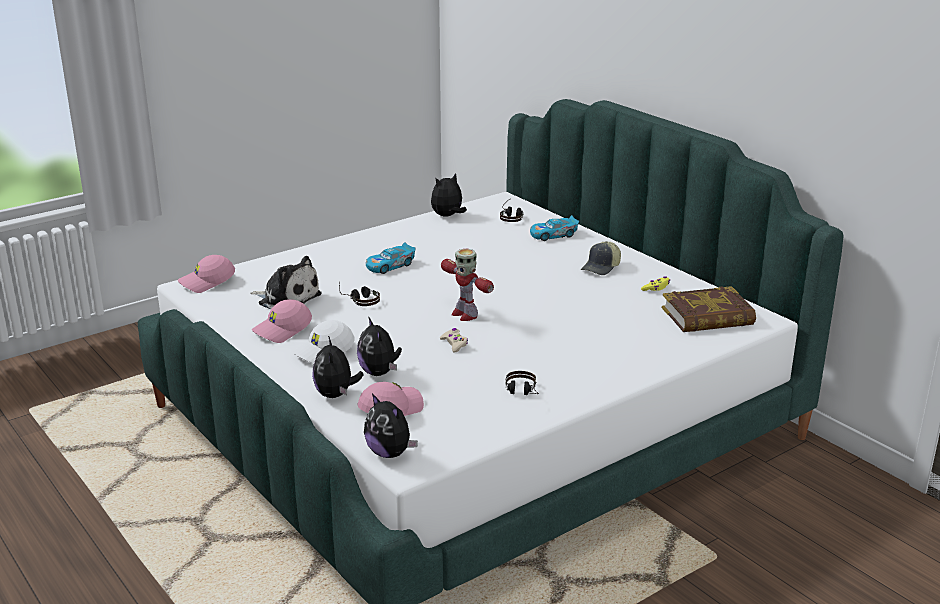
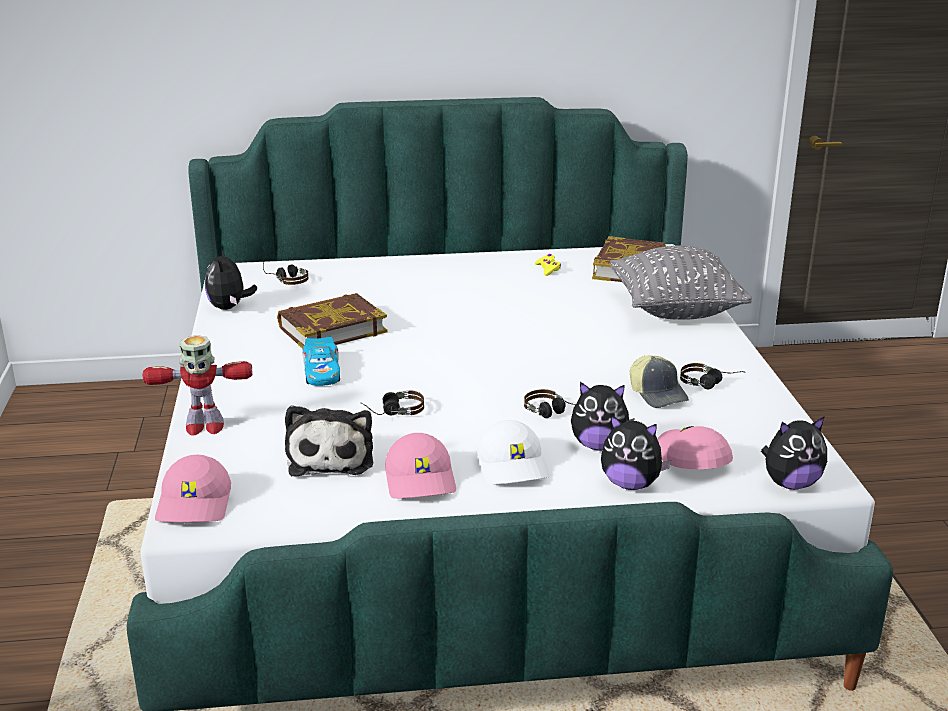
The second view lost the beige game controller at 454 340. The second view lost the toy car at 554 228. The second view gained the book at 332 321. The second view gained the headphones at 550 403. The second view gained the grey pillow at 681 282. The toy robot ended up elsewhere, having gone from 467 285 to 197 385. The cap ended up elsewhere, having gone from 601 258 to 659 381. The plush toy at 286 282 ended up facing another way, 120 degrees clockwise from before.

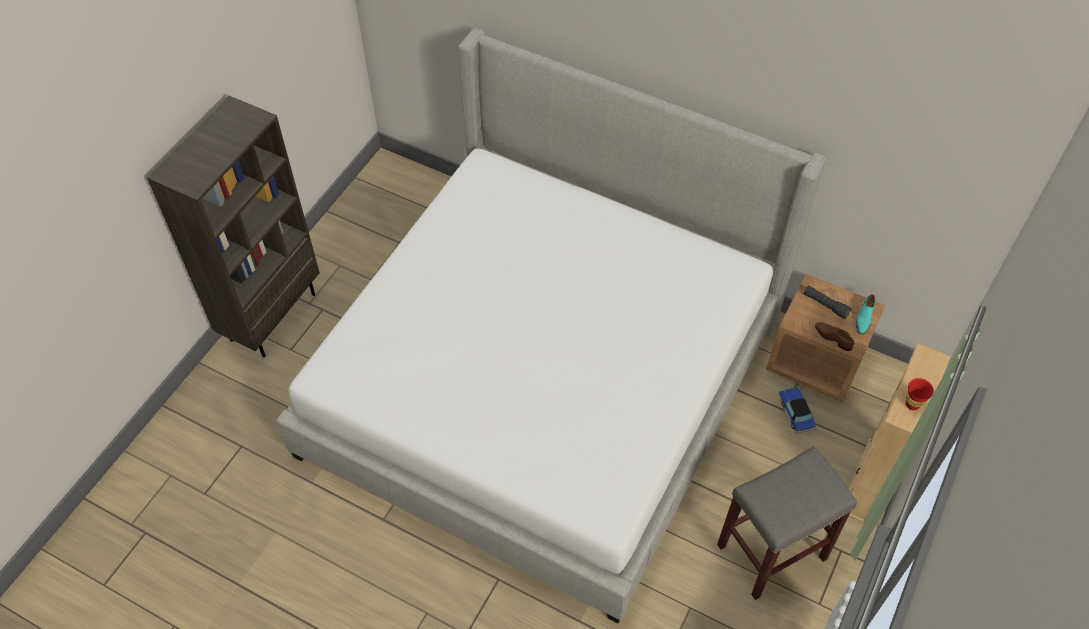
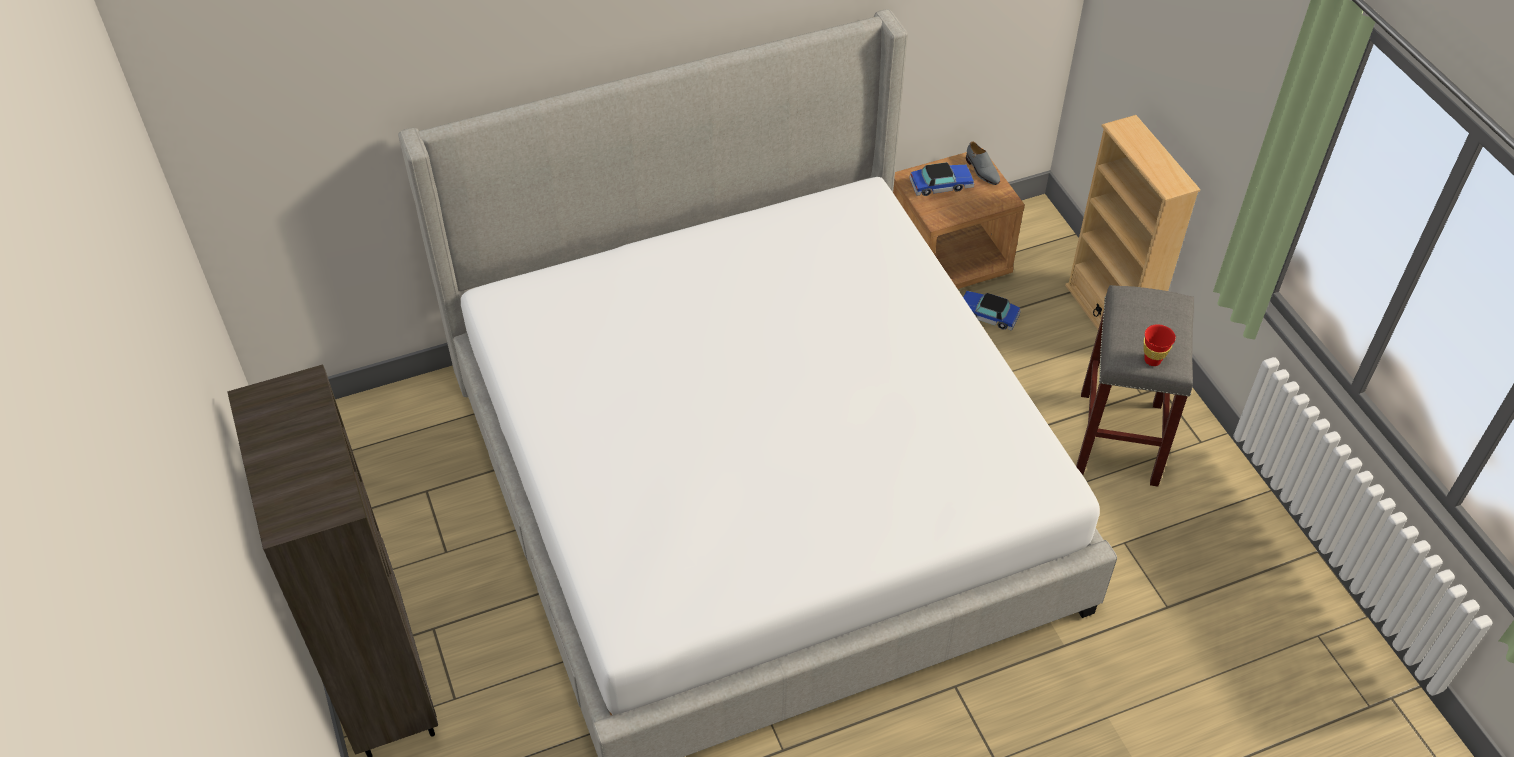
The second view lost the brown shoe at 834 336. The red cup ended up elsewhere, having gone from 920 394 to 1160 345. Where the black flashlight stood at 828 302, the toy car came to stand at 941 179. What was the turquoise shoe at 865 314 turned into the grey shoe at 983 163.

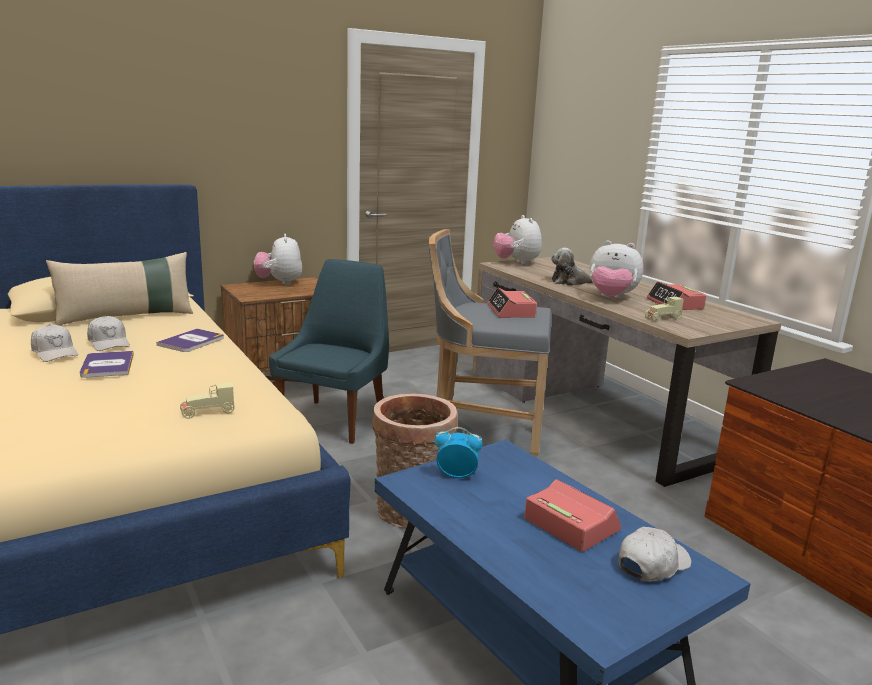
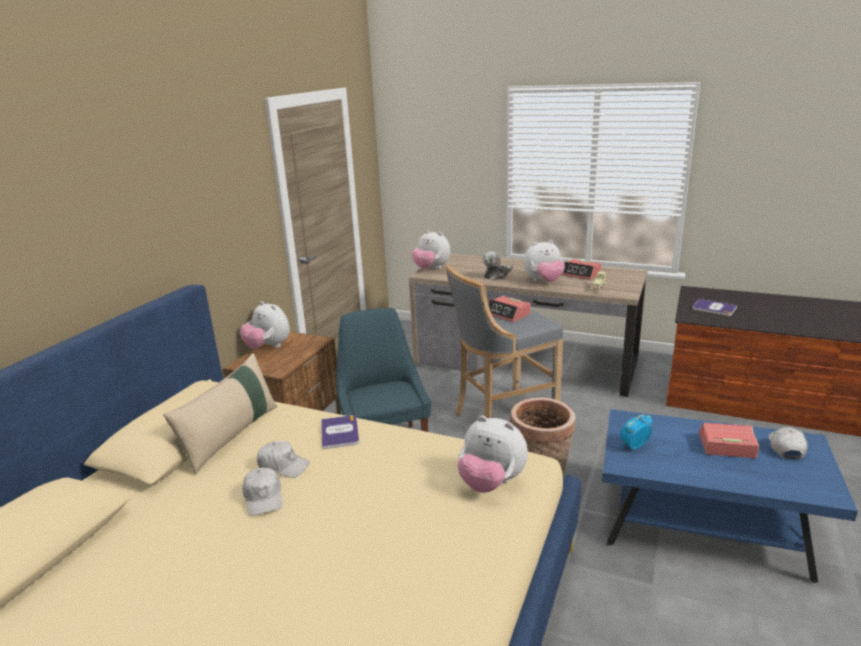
The book ended up elsewhere, having gone from 107 364 to 714 307. Where the beige toy car stood at 207 400, the plush toy came to stand at 492 454. The white cap at 54 343 ended up facing another way, 60 degrees clockwise from before.

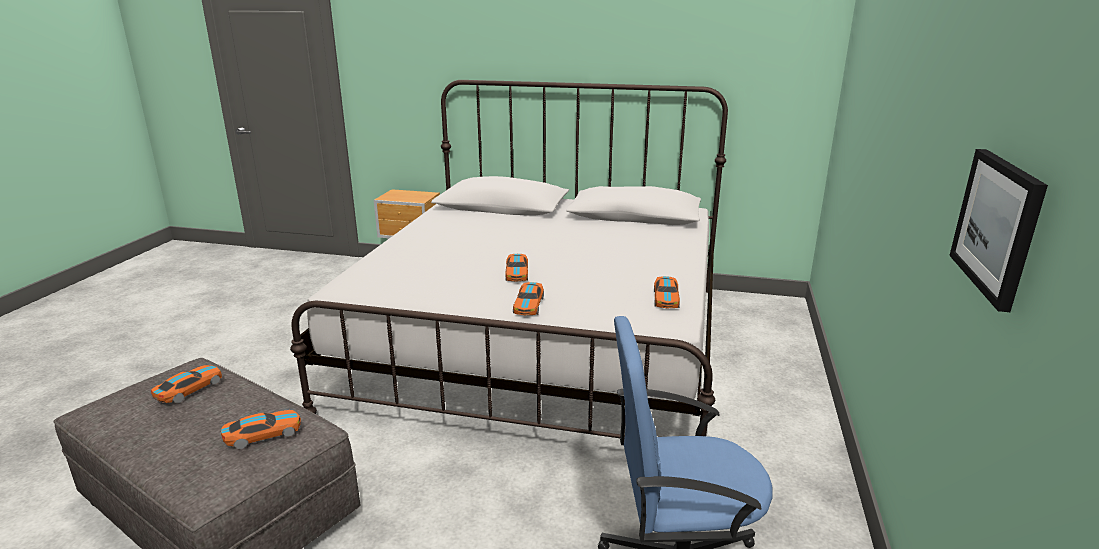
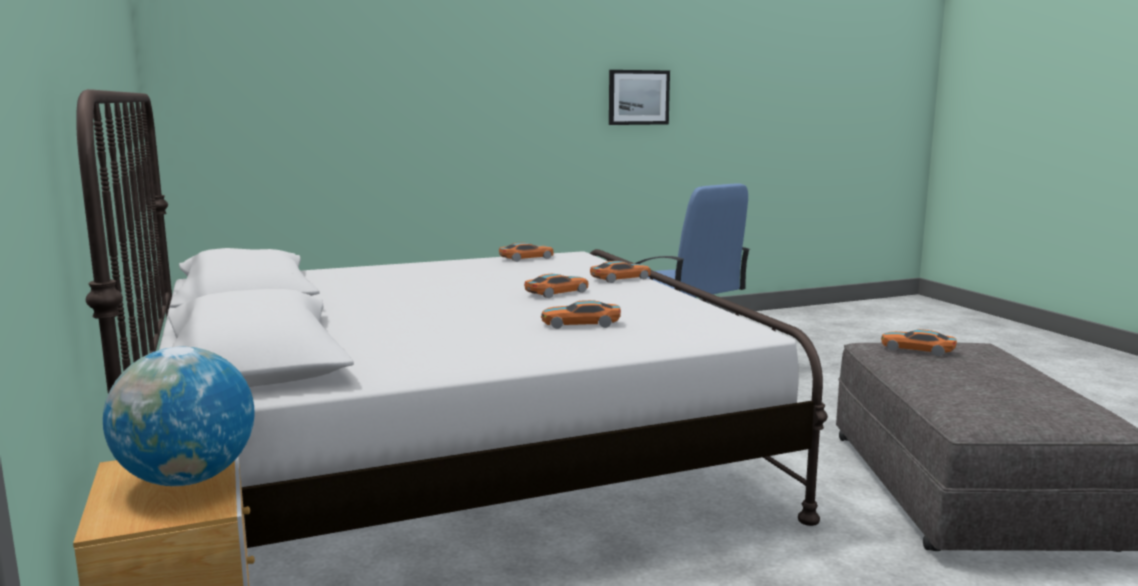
The second view gained the globe at 178 416. The toy car ended up elsewhere, having gone from 186 384 to 581 314.

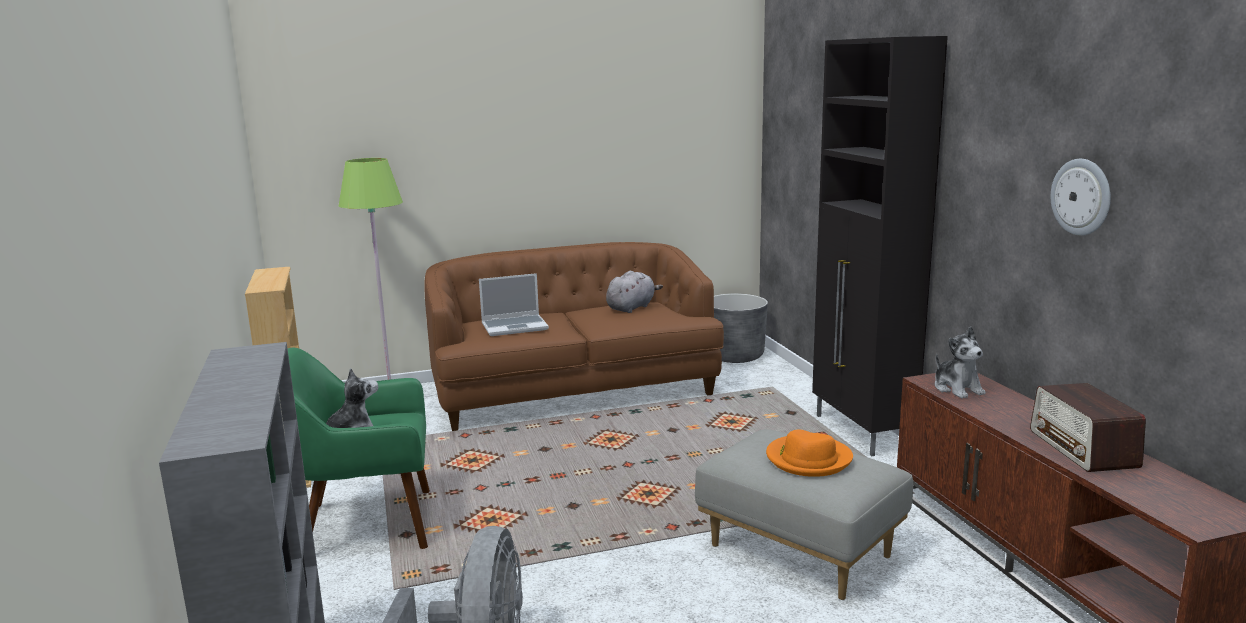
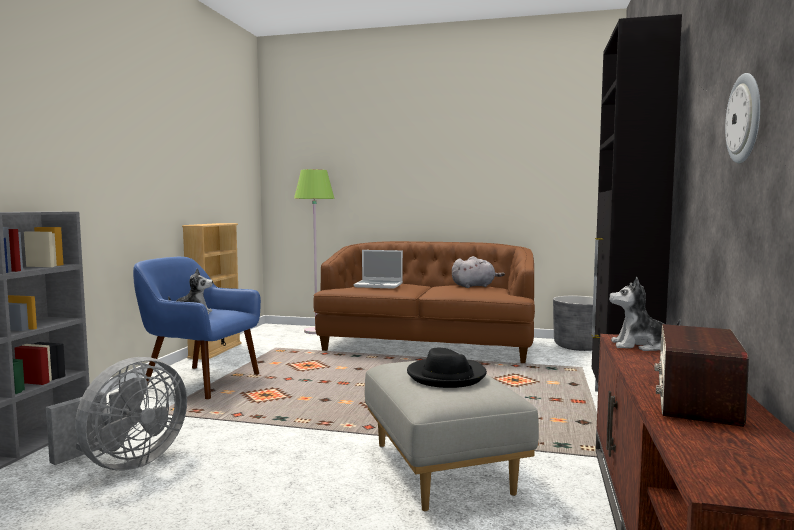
What was the green armchair at 359 448 turned into the blue armchair at 197 328. What was the orange hat at 809 453 turned into the black hat at 447 368. The plush toy at 960 363 ended up facing another way, 90 degrees clockwise from before.

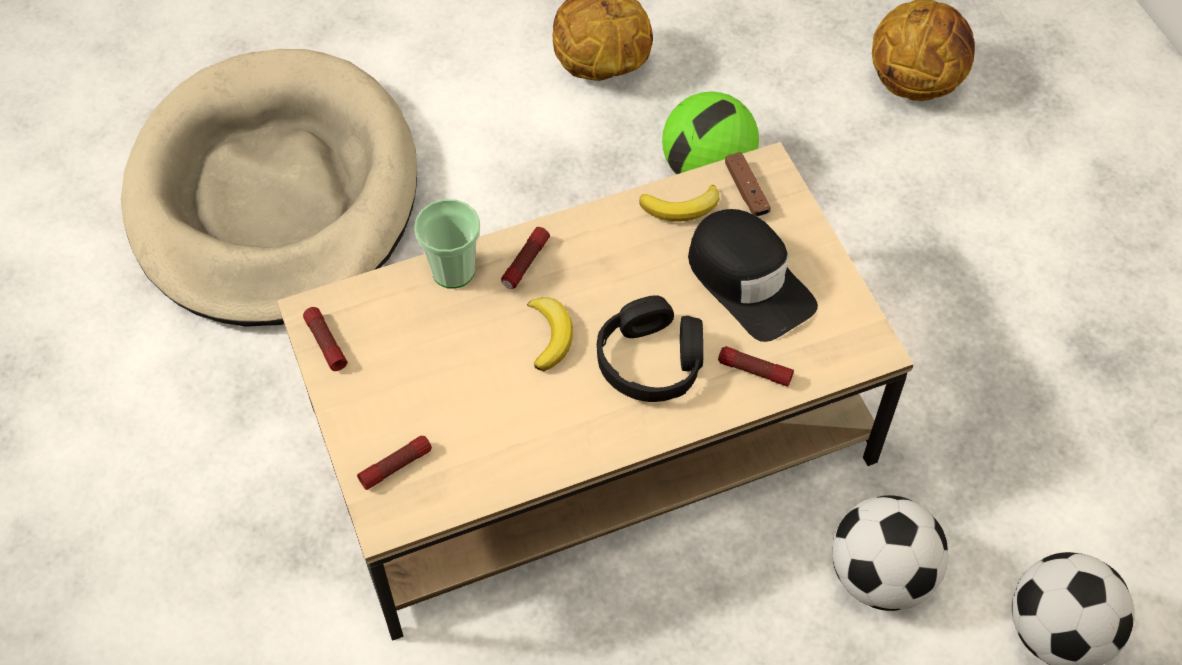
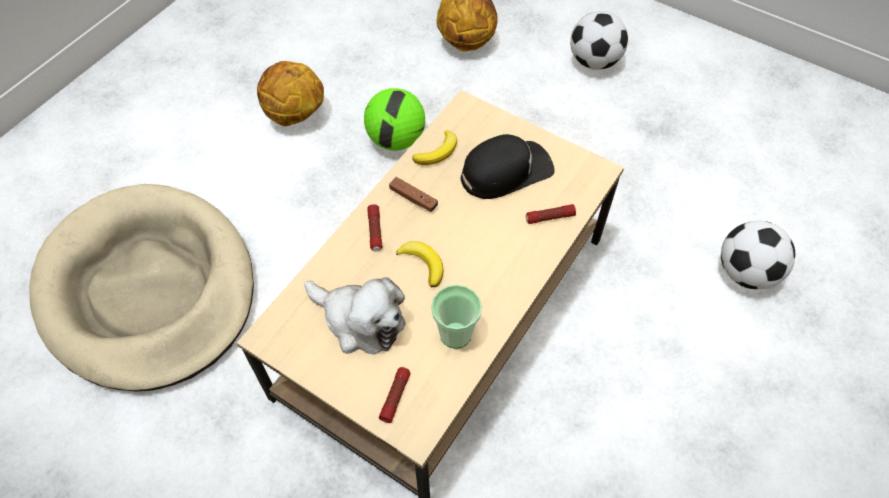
The second view lost the flashlight at 325 339. The second view lost the black headphones at 650 348. The second view gained the plush toy at 355 315. The cup ended up elsewhere, having gone from 447 244 to 456 317. The brown game controller ended up elsewhere, having gone from 748 184 to 413 194. The football ended up elsewhere, having gone from 890 553 to 599 40. The black cap at 753 275 ended up facing another way, 45 degrees counterclockwise from before.

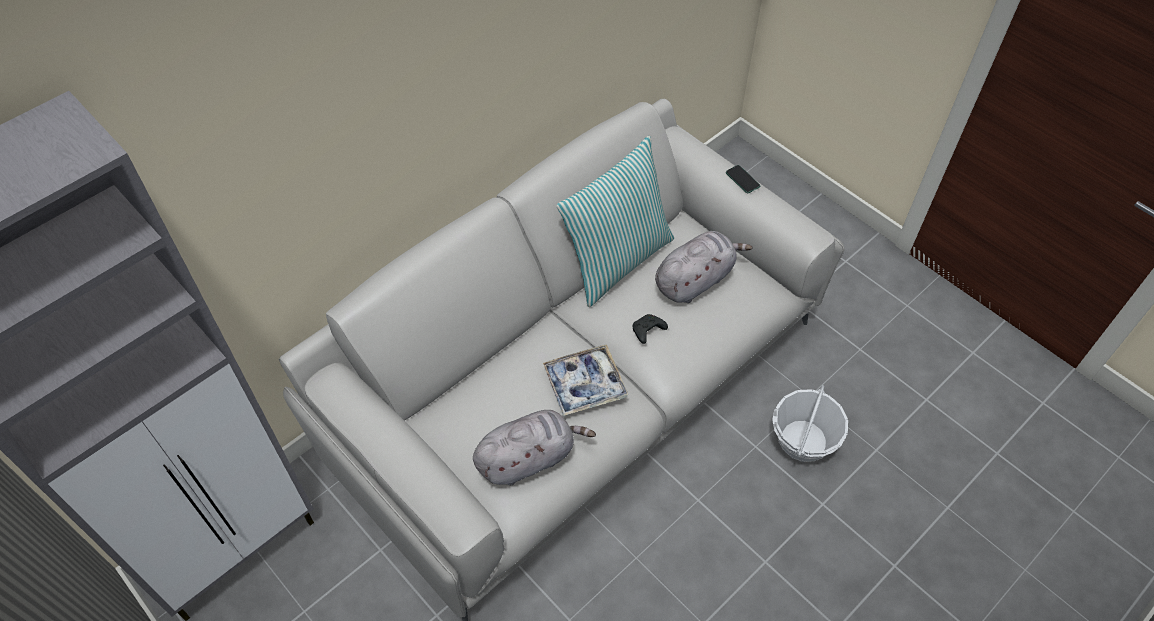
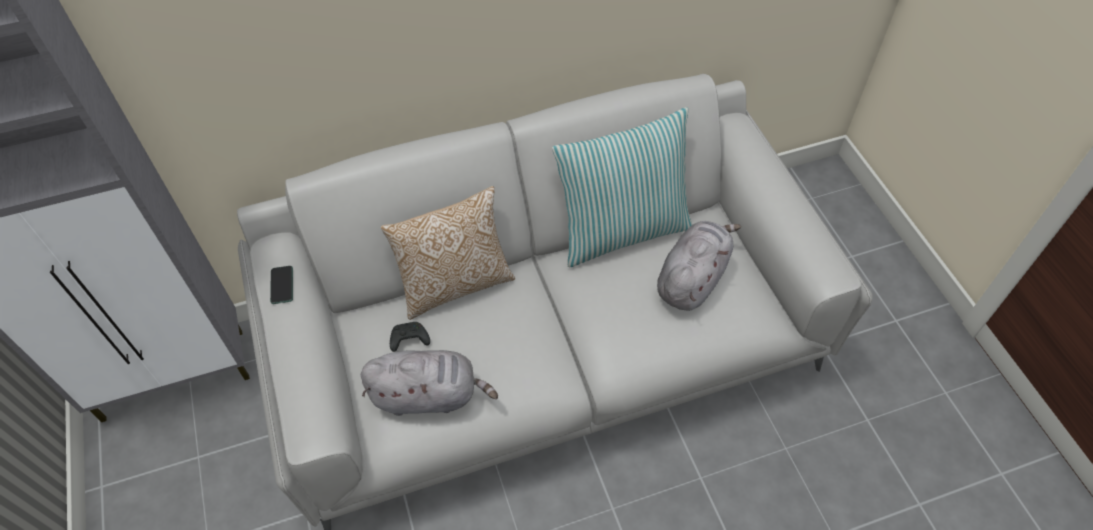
The second view lost the tray at 585 380. The second view lost the basket at 810 423. The second view gained the pillow at 448 253. The black game controller ended up elsewhere, having gone from 650 329 to 410 337. The phone ended up elsewhere, having gone from 743 179 to 281 285. The grey plush toy at 703 267 ended up facing another way, 45 degrees counterclockwise from before.

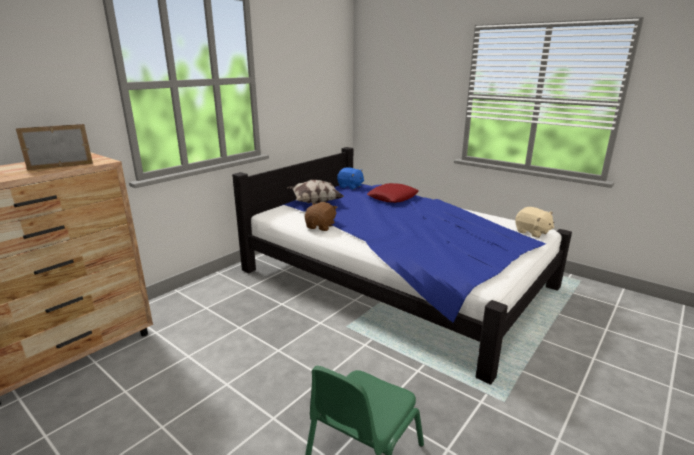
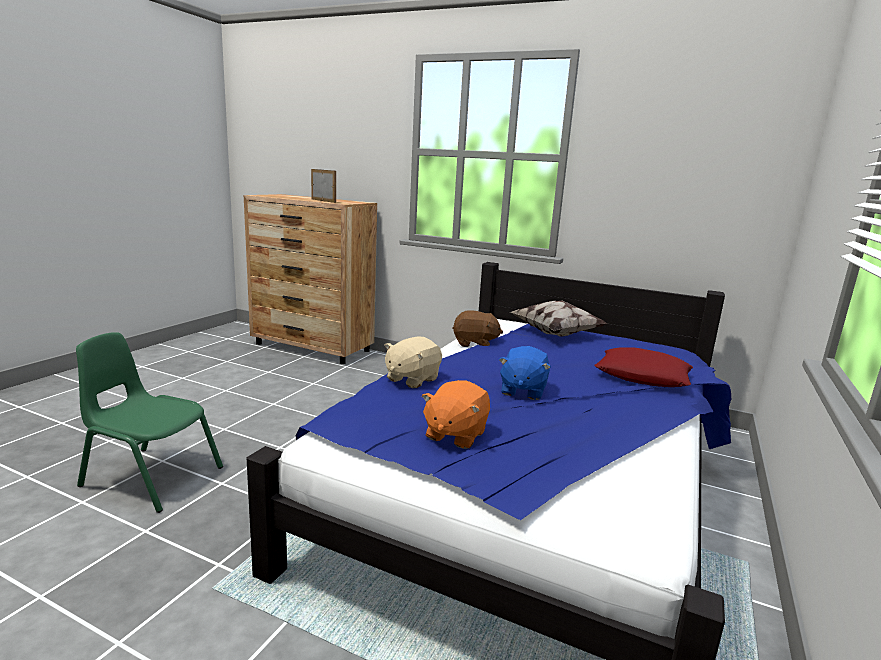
The second view gained the orange plush toy at 456 414. The blue plush toy ended up elsewhere, having gone from 350 179 to 525 373. The beige plush toy ended up elsewhere, having gone from 534 222 to 413 362.

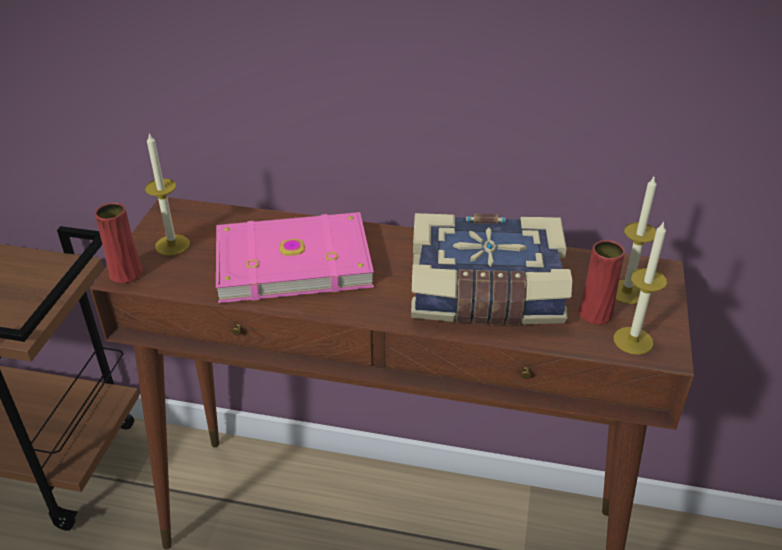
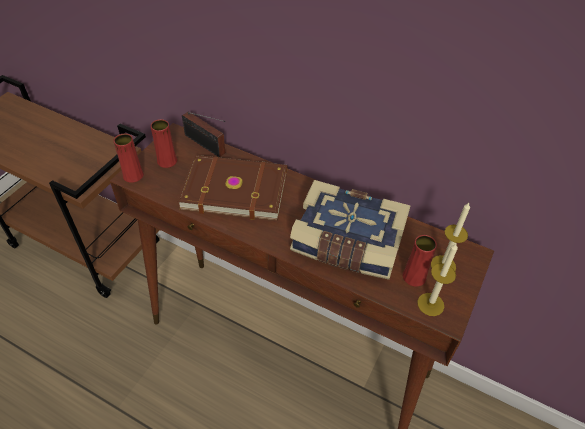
The second view gained the radio at 203 134. Where the candle stood at 167 194, the red vase came to stand at 164 143. What was the pink book at 295 257 turned into the brown book at 232 188.

